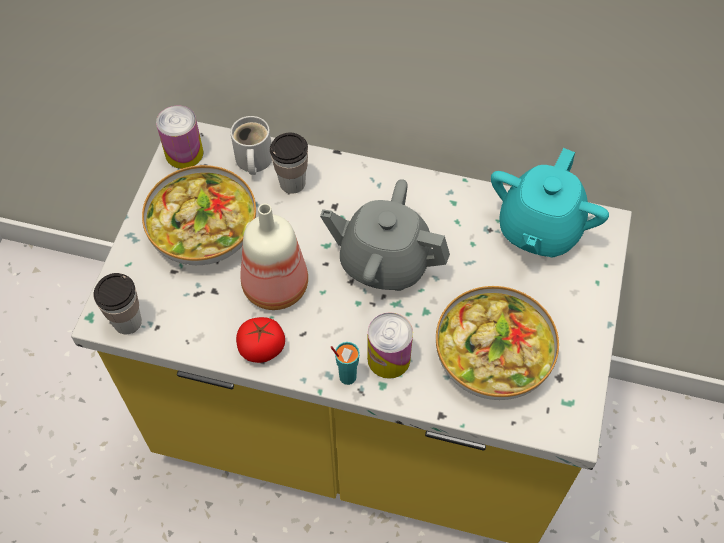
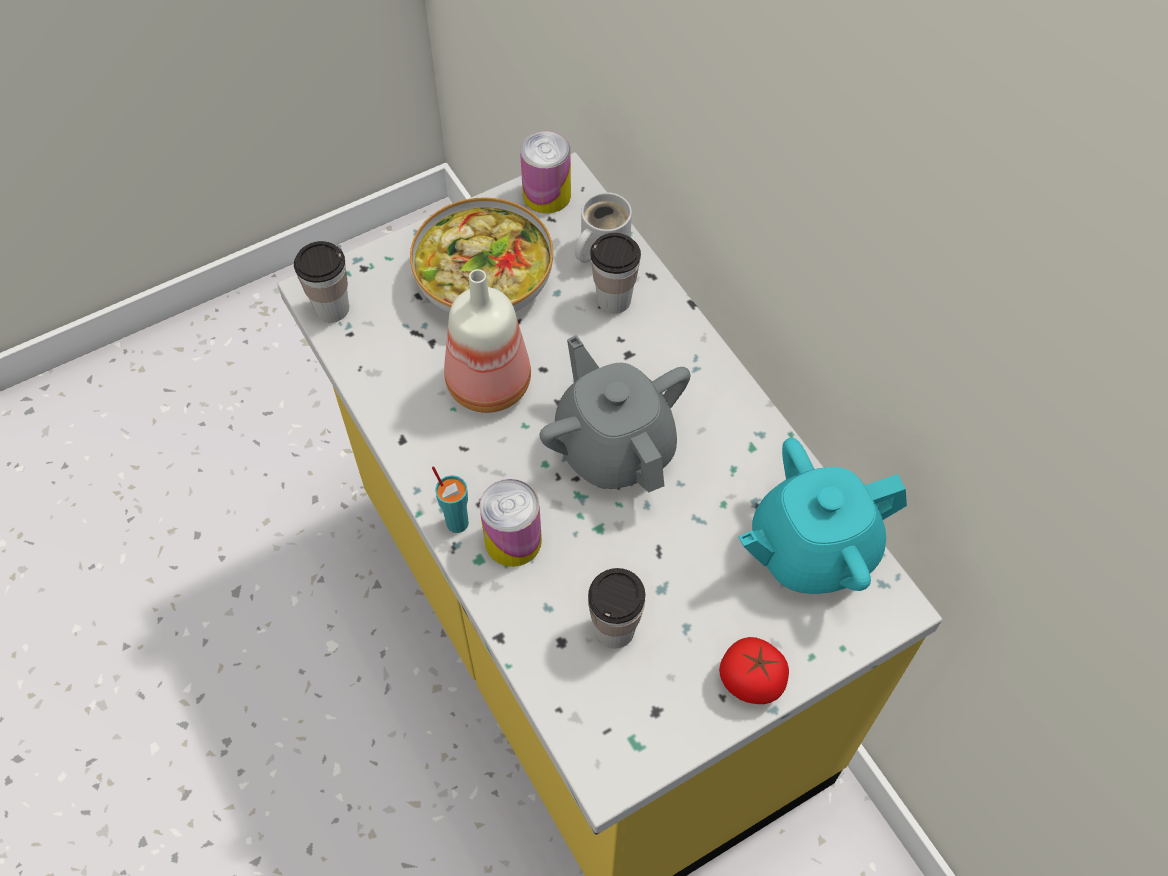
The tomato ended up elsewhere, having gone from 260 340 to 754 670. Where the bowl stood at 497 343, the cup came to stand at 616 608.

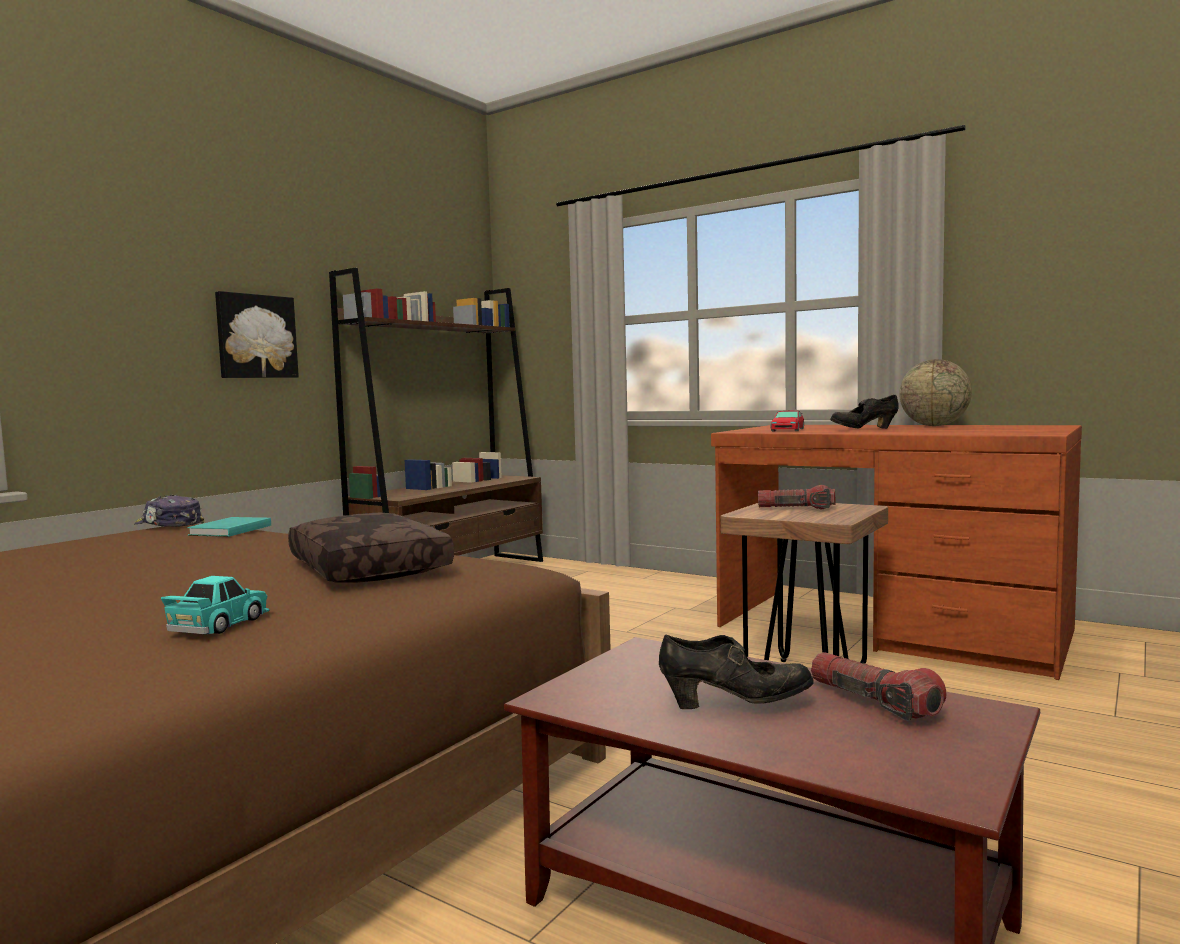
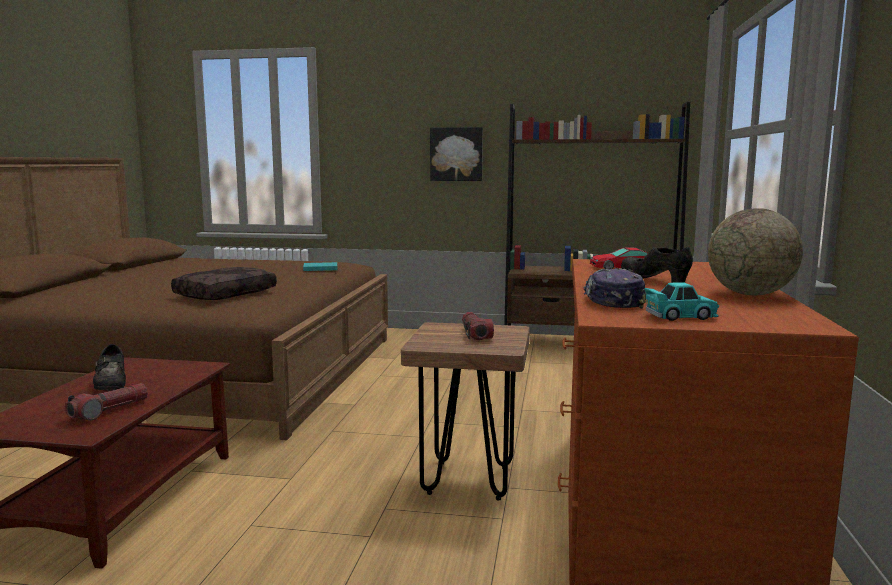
The cap ended up elsewhere, having gone from 169 511 to 615 288. The turquoise toy car ended up elsewhere, having gone from 215 605 to 681 301.

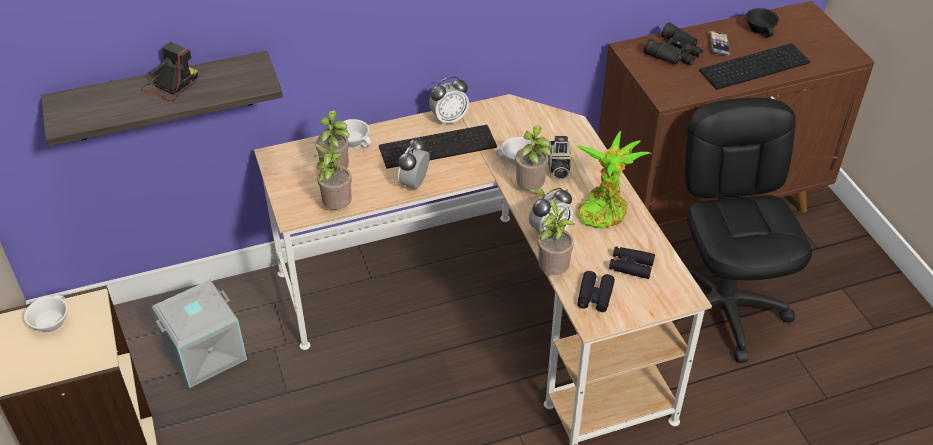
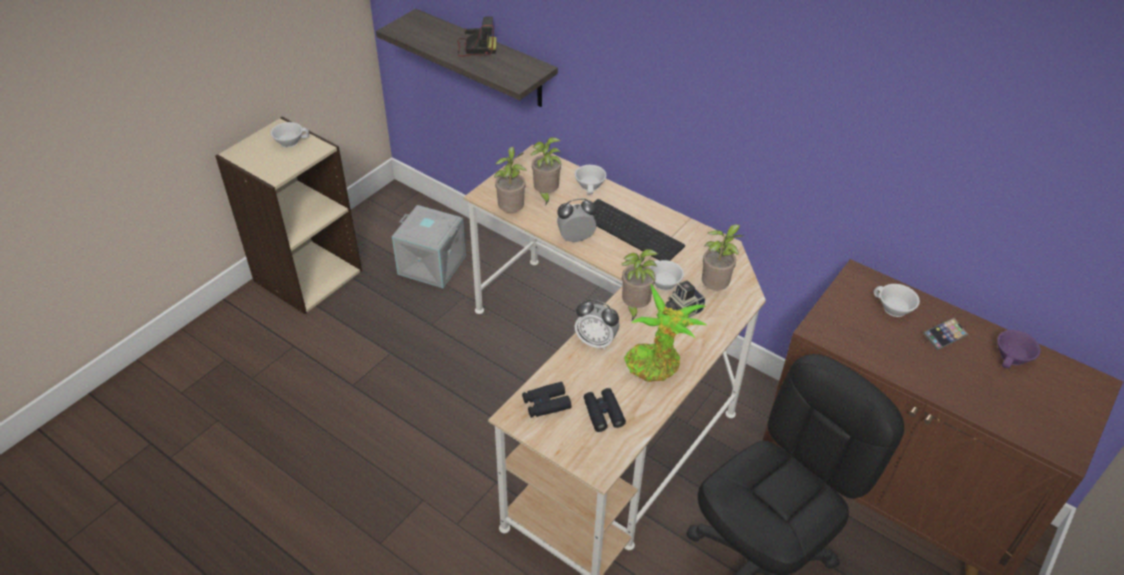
The second view lost the alarm clock at 449 101. The second view lost the keyboard at 754 66. The potted plant ended up elsewhere, having gone from 556 237 to 722 257. Where the black binoculars stood at 673 43, the white cup came to stand at 897 300. What was the black cup at 762 22 turned into the purple cup at 1019 349.

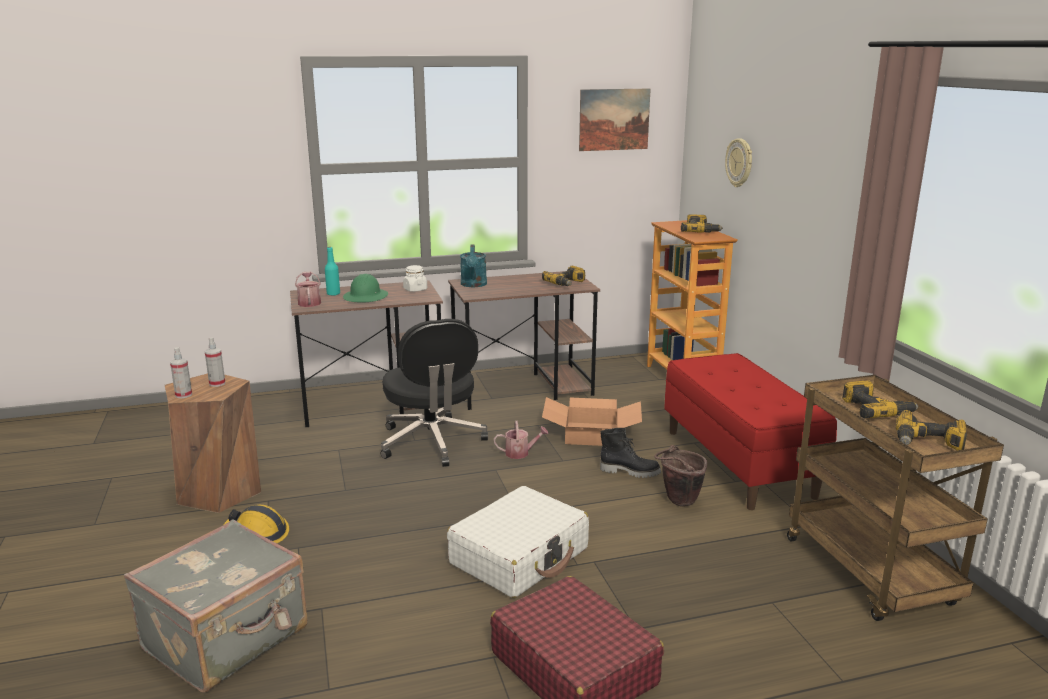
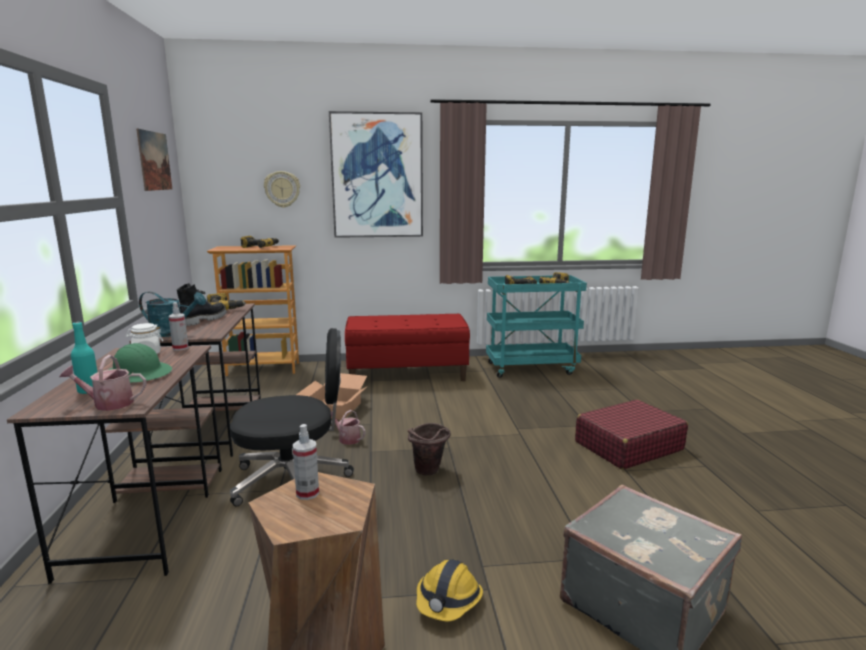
The second view lost the white suitcase at 518 542. The second view gained the picture at 376 174. The spray bottle ended up elsewhere, having gone from 181 372 to 178 326. The black boot ended up elsewhere, having gone from 630 453 to 202 305. The brown bucket ended up elsewhere, having gone from 680 475 to 429 449. What was the brown cart at 895 498 turned into the turquoise cart at 536 326. The watering can at 521 440 ended up facing another way, 60 degrees counterclockwise from before.

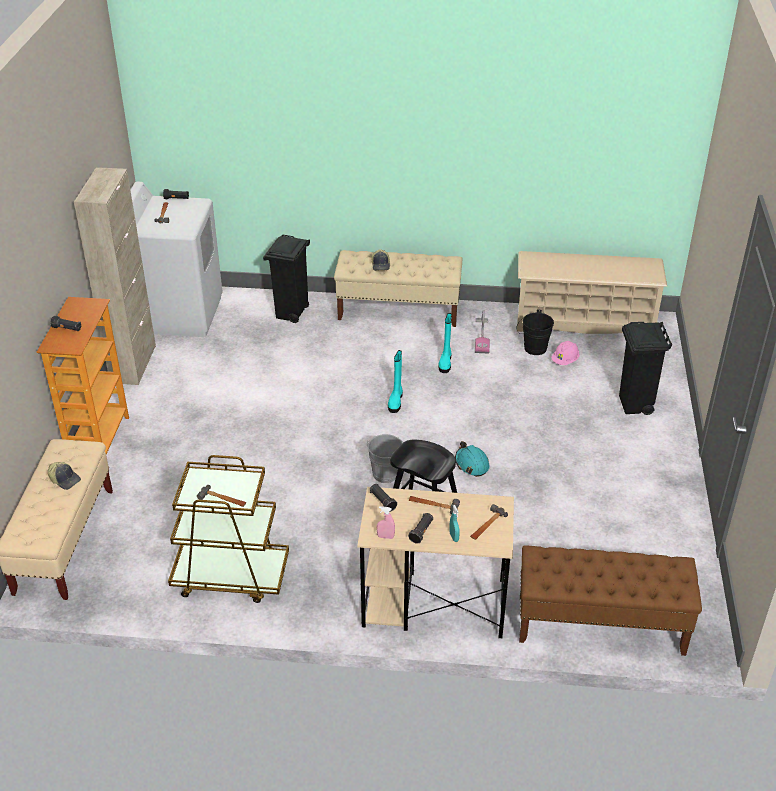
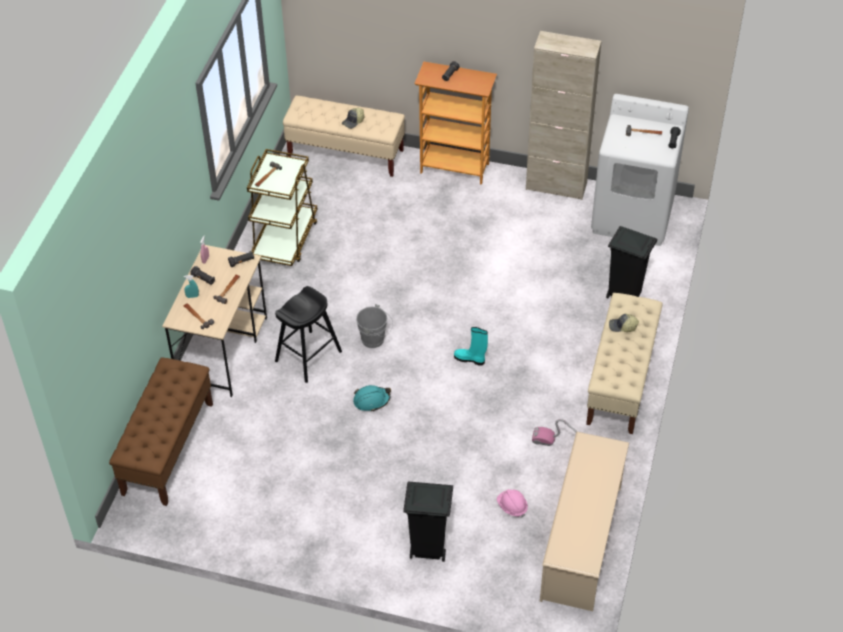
The second view lost the turquoise boot at 445 343. The second view lost the black bucket at 535 332.

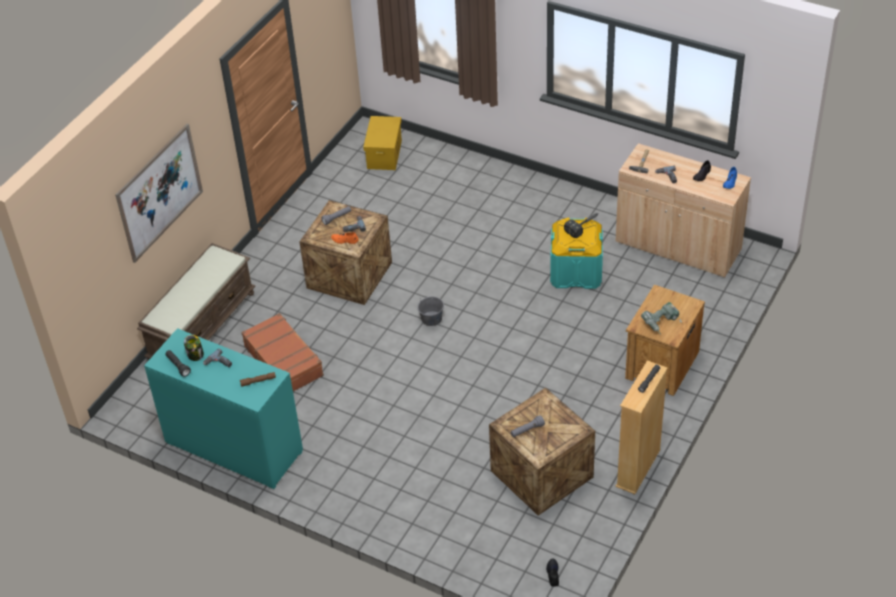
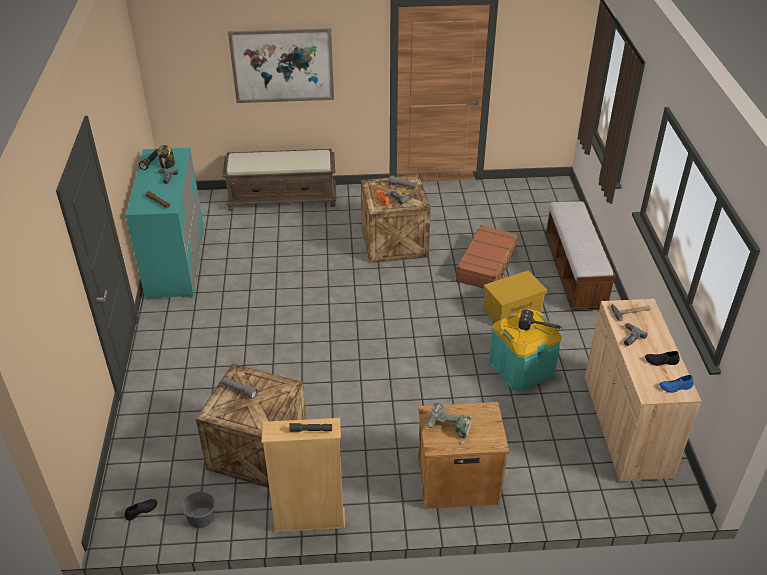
The second view gained the bench at 580 255. The brown suitcase ended up elsewhere, having gone from 282 352 to 487 256. The yellow storage box ended up elsewhere, having gone from 382 143 to 515 296. The grey bucket ended up elsewhere, having gone from 431 311 to 198 508.

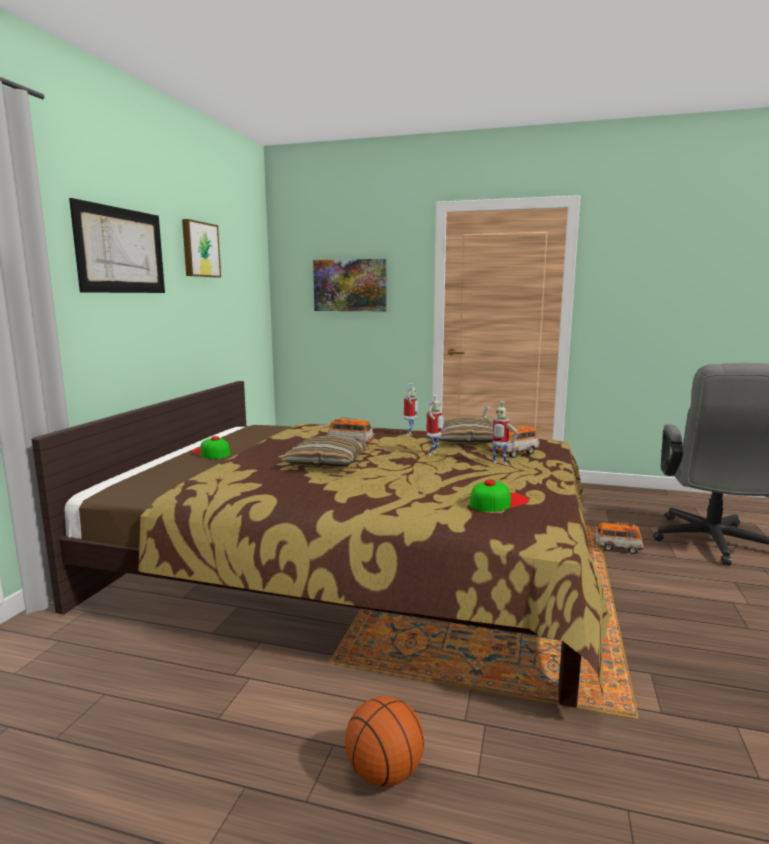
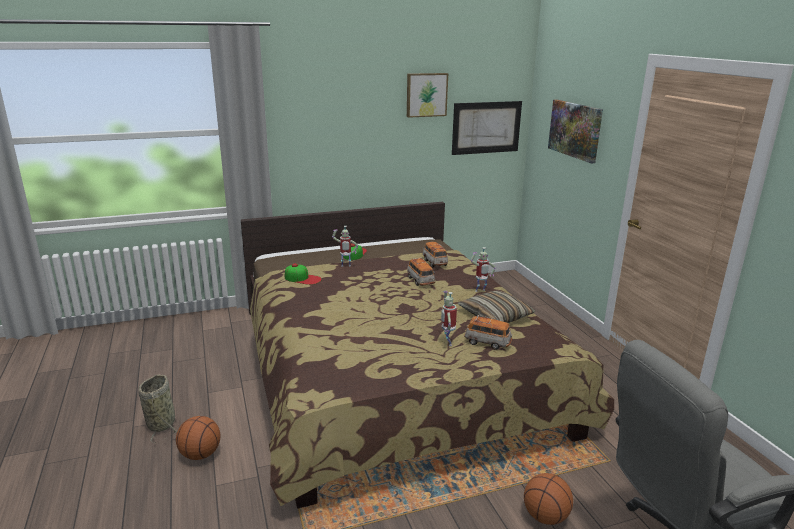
The second view lost the pillow at 324 452. The second view gained the basket at 157 408. The second view gained the basketball at 548 499. The picture ended up elsewhere, having gone from 117 245 to 487 128. The toy robot ended up elsewhere, having gone from 435 425 to 345 246. The cap ended up elsewhere, having gone from 499 495 to 303 274. The toy car ended up elsewhere, having gone from 619 538 to 435 254.

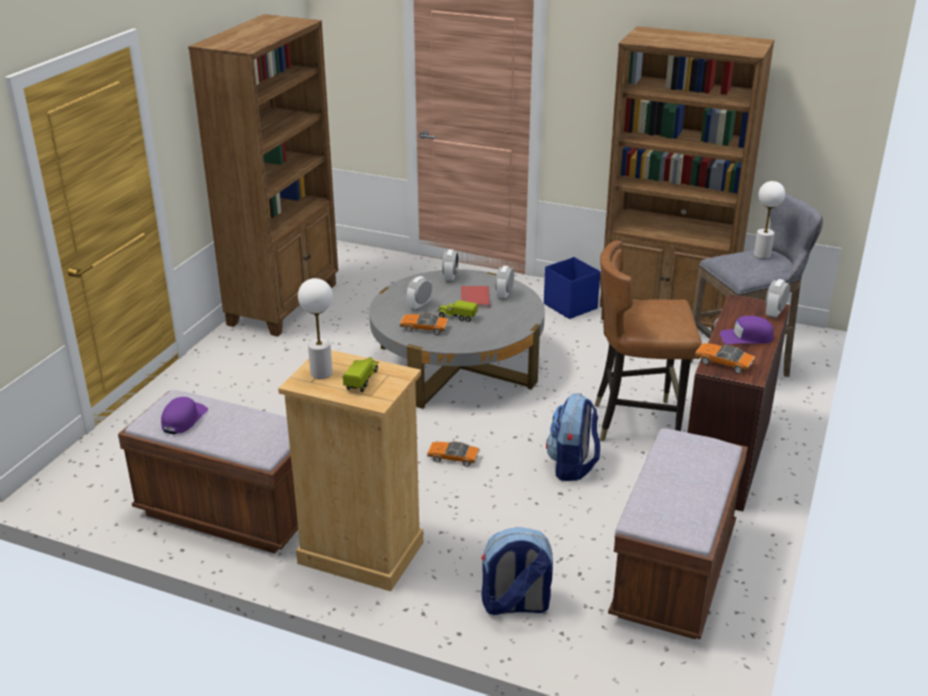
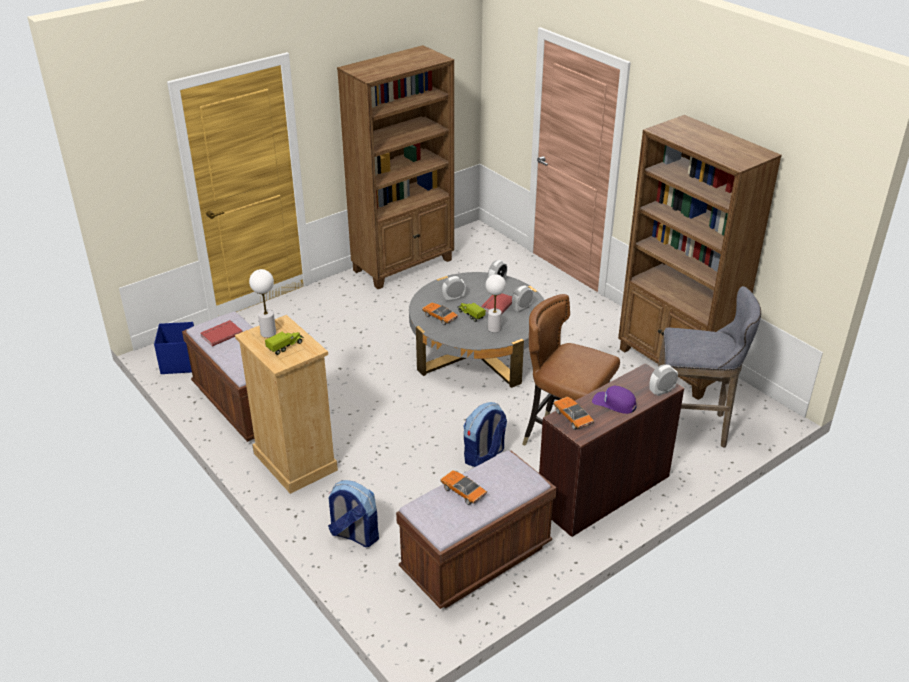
The toy car ended up elsewhere, having gone from 453 454 to 463 487. The blue storage box ended up elsewhere, having gone from 572 288 to 174 348. The white table lamp ended up elsewhere, having gone from 769 220 to 495 303. Where the purple cap stood at 184 415, the red book came to stand at 221 333.

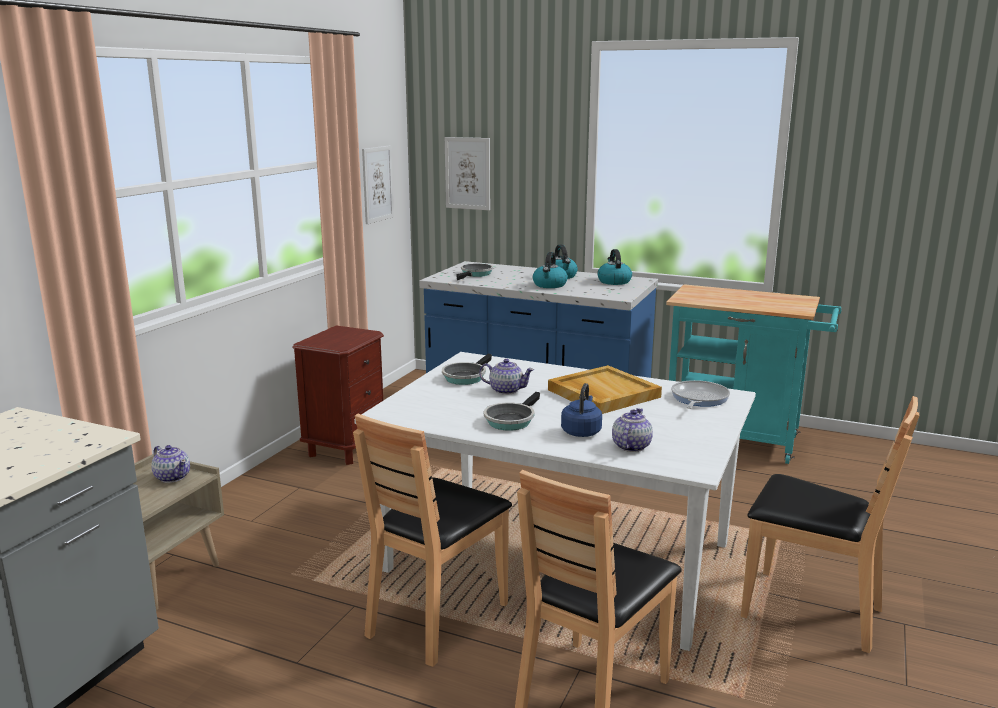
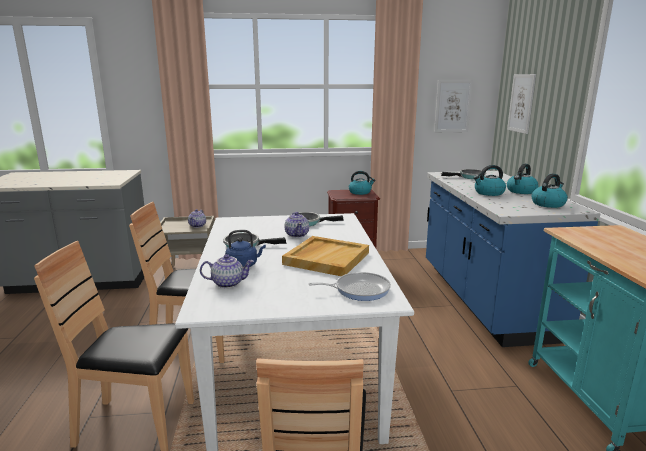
The second view gained the kettle at 362 183.

